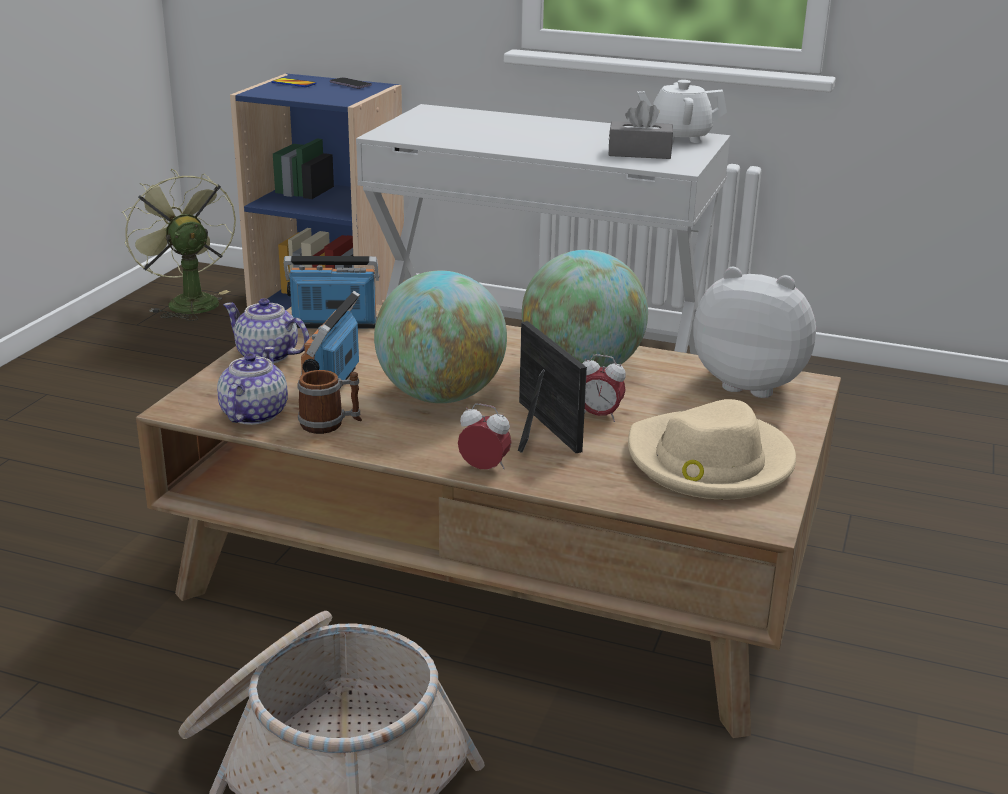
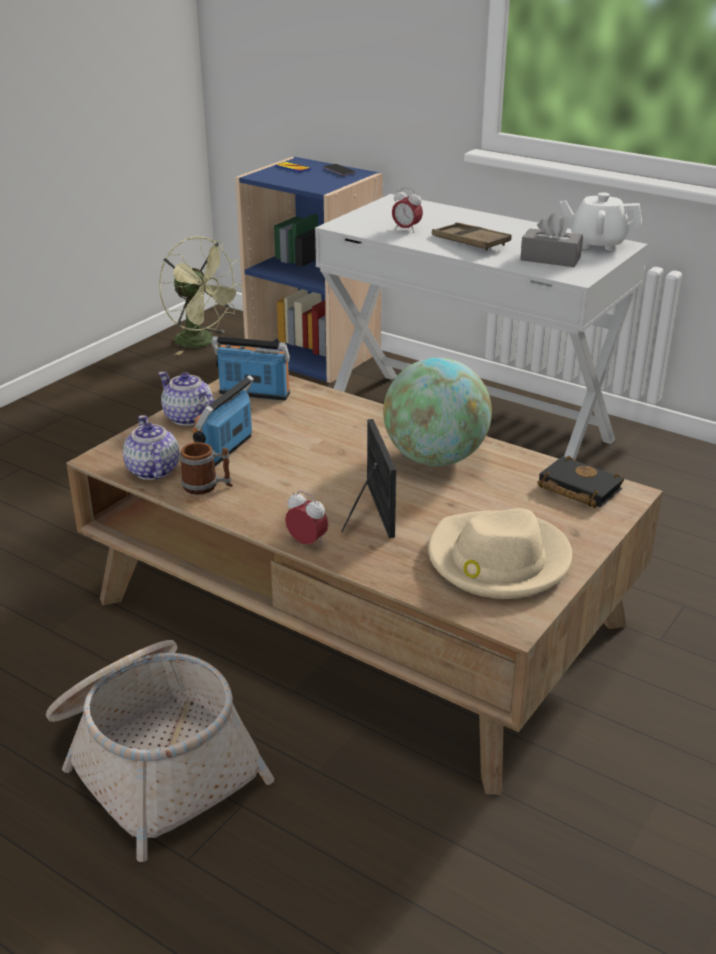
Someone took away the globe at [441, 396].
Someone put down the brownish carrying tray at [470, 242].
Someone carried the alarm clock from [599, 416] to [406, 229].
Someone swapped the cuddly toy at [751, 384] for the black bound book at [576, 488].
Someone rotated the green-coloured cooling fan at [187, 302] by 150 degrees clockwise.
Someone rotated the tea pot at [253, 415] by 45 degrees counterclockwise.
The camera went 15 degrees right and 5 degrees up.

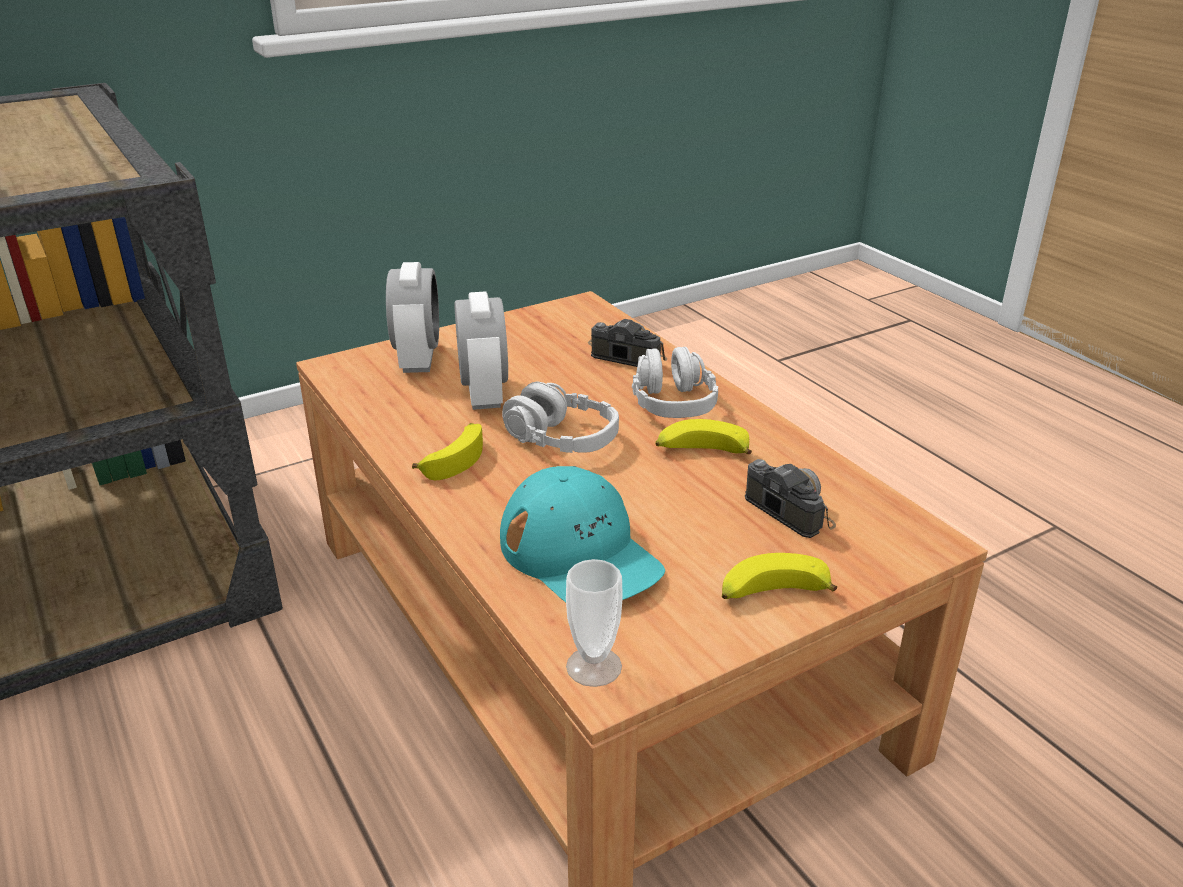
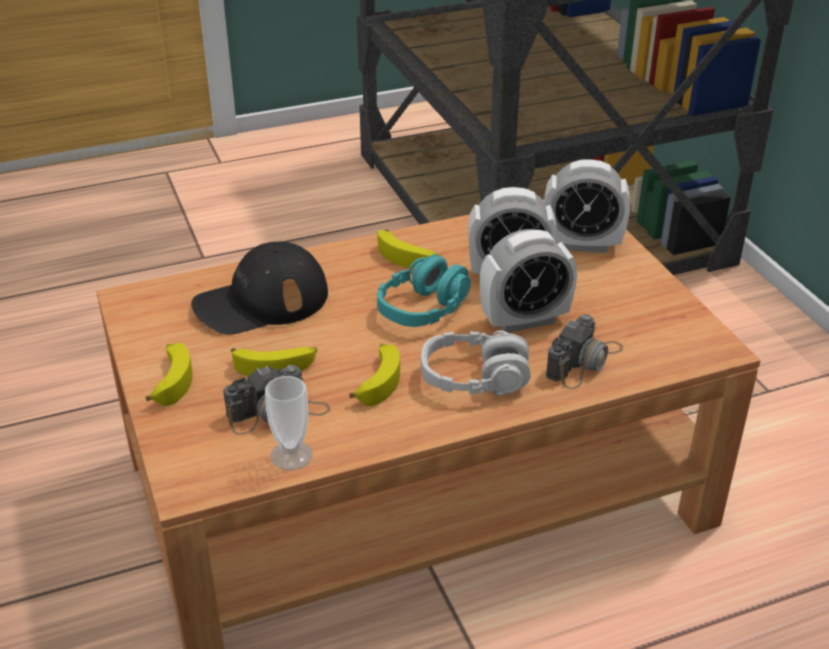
Someone put down the whole banana at [276, 365].
Someone put down the alarm clock at [524, 320].
Someone carried the cup from [594, 666] to [291, 455].
Someone repainted the turquoise baseball cap at [580, 553], which became the black baseball cap at [261, 302].
Someone repainted the greyish pair of headphones at [561, 438], which became the turquoise pair of headphones at [423, 308].
The camera went 100 degrees right and 5 degrees up.

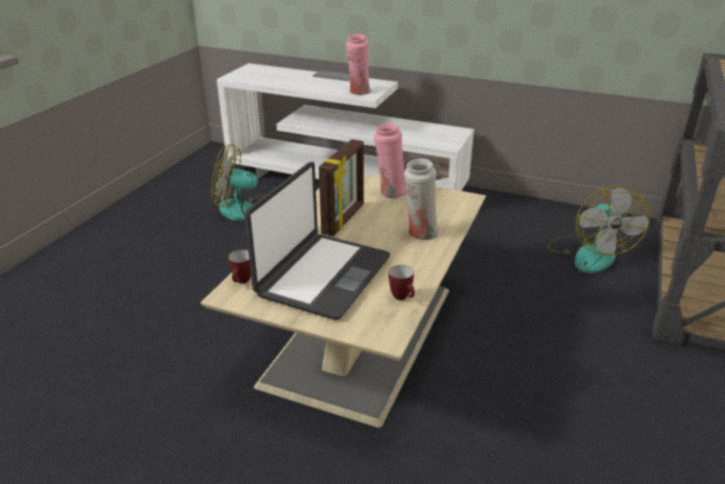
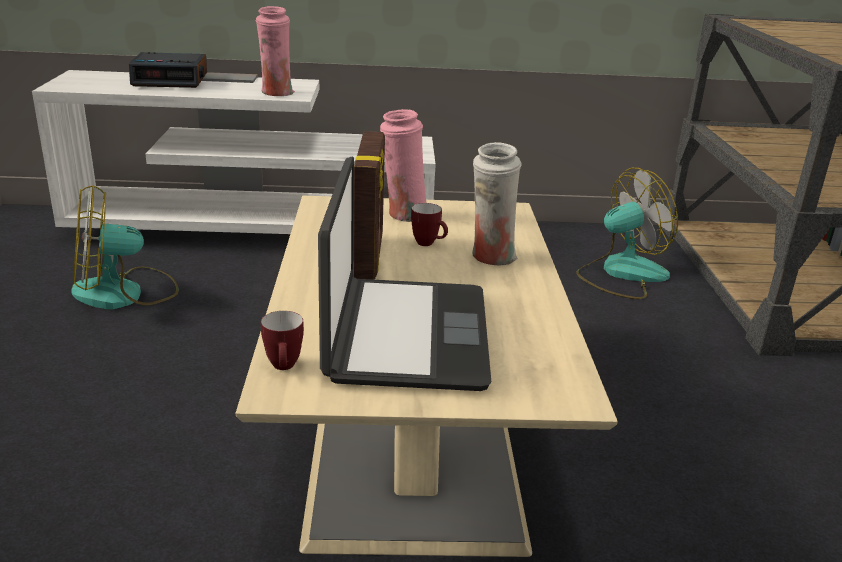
Someone put down the alarm clock at [171, 79].
Someone carried the tea mug from [403, 298] to [429, 244].
Someone rotated the cooling fan at [589, 253] by 90 degrees counterclockwise.
The camera went 25 degrees left and 5 degrees down.

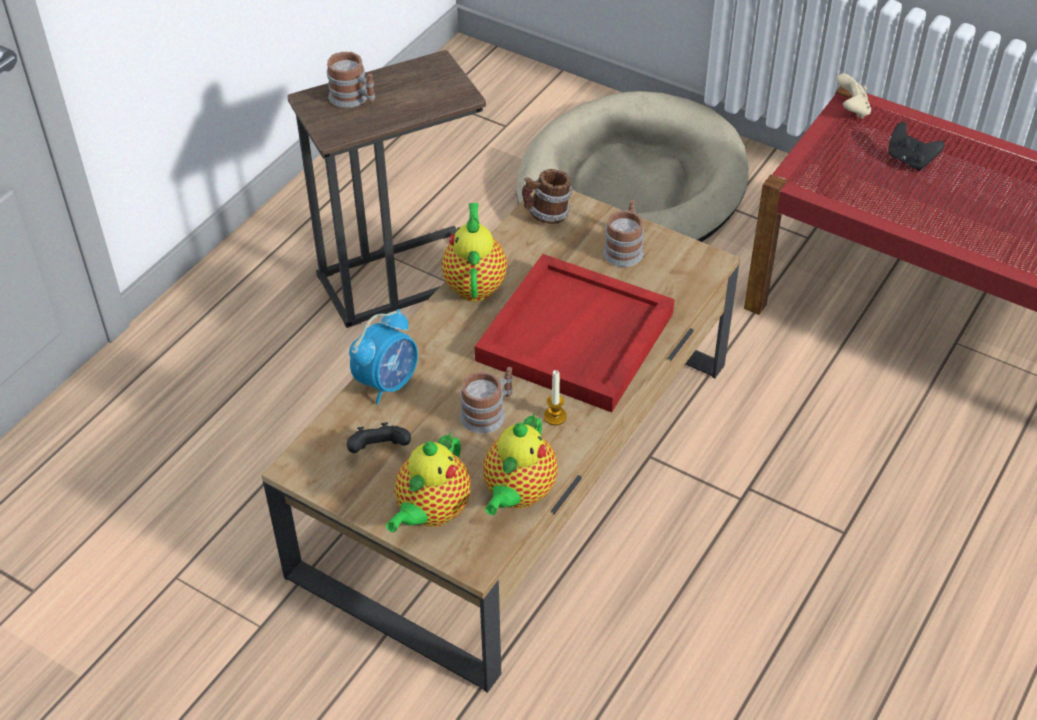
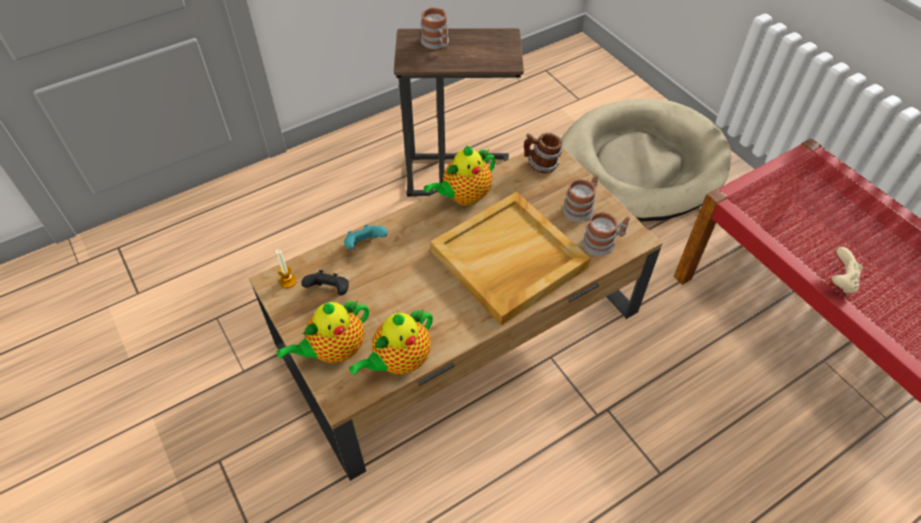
Someone took away the black game controller at [909, 160].
Someone carried the tea mug from [488, 413] to [603, 242].
Someone carried the wax candle from [555, 416] to [288, 281].
Someone carried the beige game controller from [851, 110] to [840, 281].
Someone swapped the alarm clock at [388, 382] for the turquoise game controller at [365, 245].
Someone repainted the red-coloured carrying tray at [576, 338], which became the beige carrying tray at [508, 260].
Someone rotated the tea pot at [475, 283] by 150 degrees counterclockwise.
The camera went 25 degrees right and 5 degrees up.

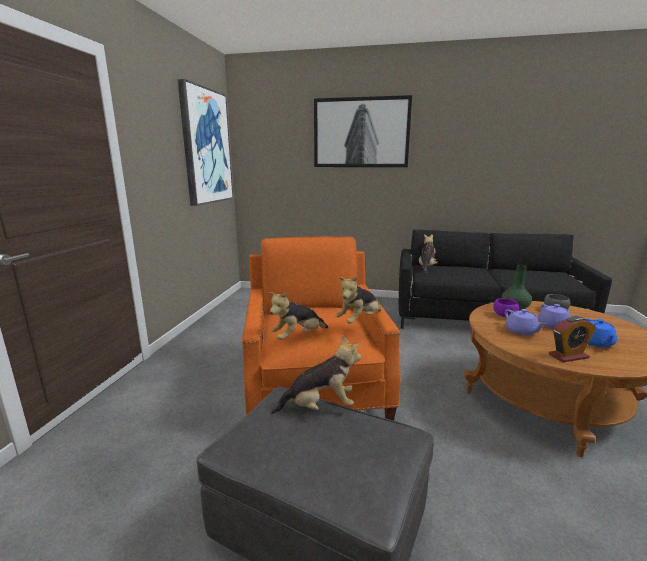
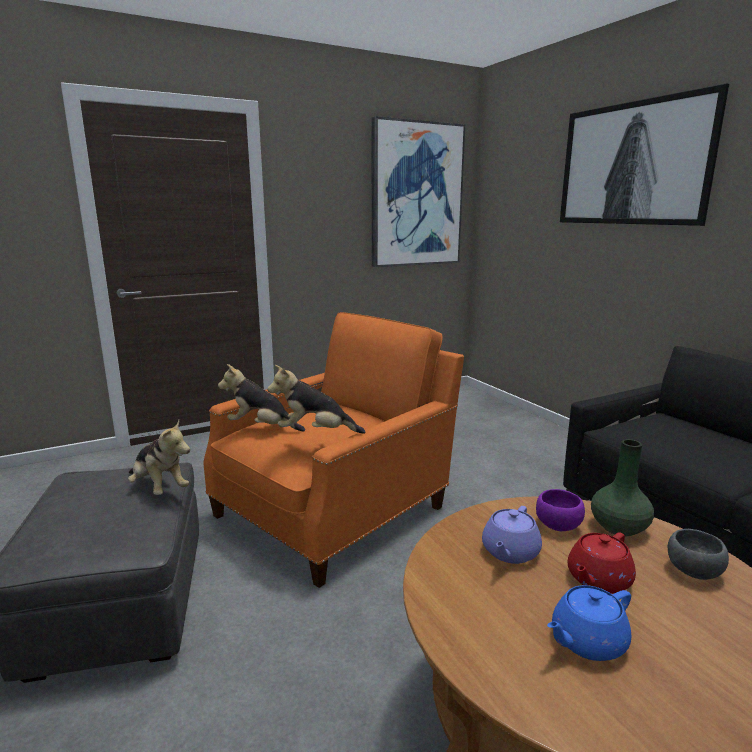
Someone took away the cuddly toy at [426, 267].
Someone took away the alarm clock at [568, 356].
Someone repainted the purplish tea pot at [553, 326], which became the red-coloured tea pot at [597, 580].
The camera went 50 degrees right and 0 degrees up.

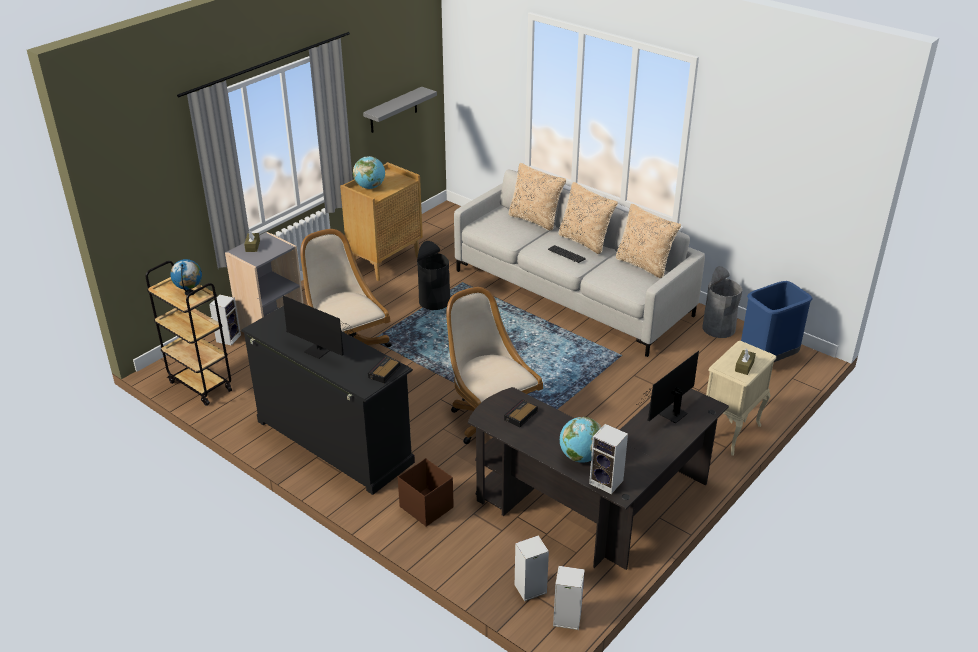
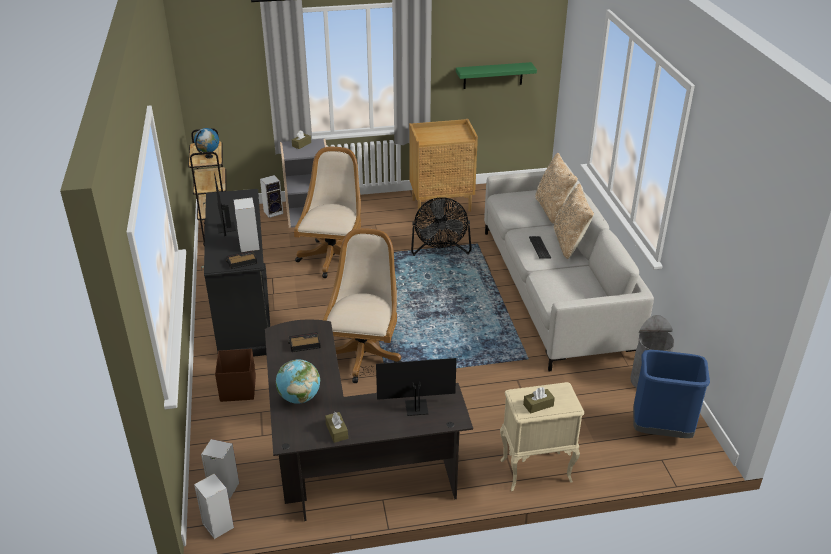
Someone took away the globe at [370, 187].
Someone took away the beige throw pillow at [643, 266].
Someone put down the brownish box of tissues at [337, 431].
Someone carried the speaker from [607, 482] to [250, 246].
Someone swapped the black rubbish bin at [434, 301] for the black cooling fan at [438, 248].
Someone repainted the greyish shelf at [393, 110], which became the green-coloured shelf at [493, 75].
The camera went 40 degrees right and 0 degrees up.

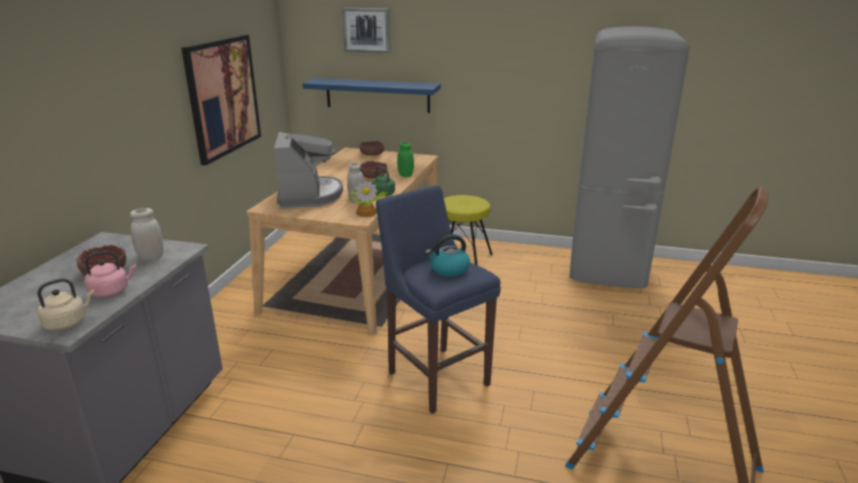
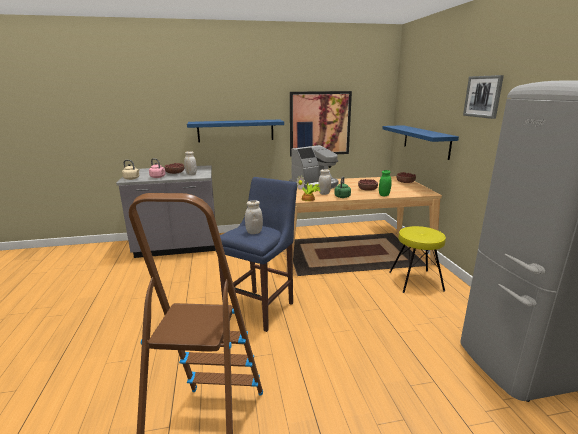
Someone put up the blue shelf at [235, 130].
Someone carried the wall picture from [366, 30] to [483, 96].
Someone swapped the kettle at [449, 270] for the white preserve jar at [254, 232].
The camera went 65 degrees right and 5 degrees down.

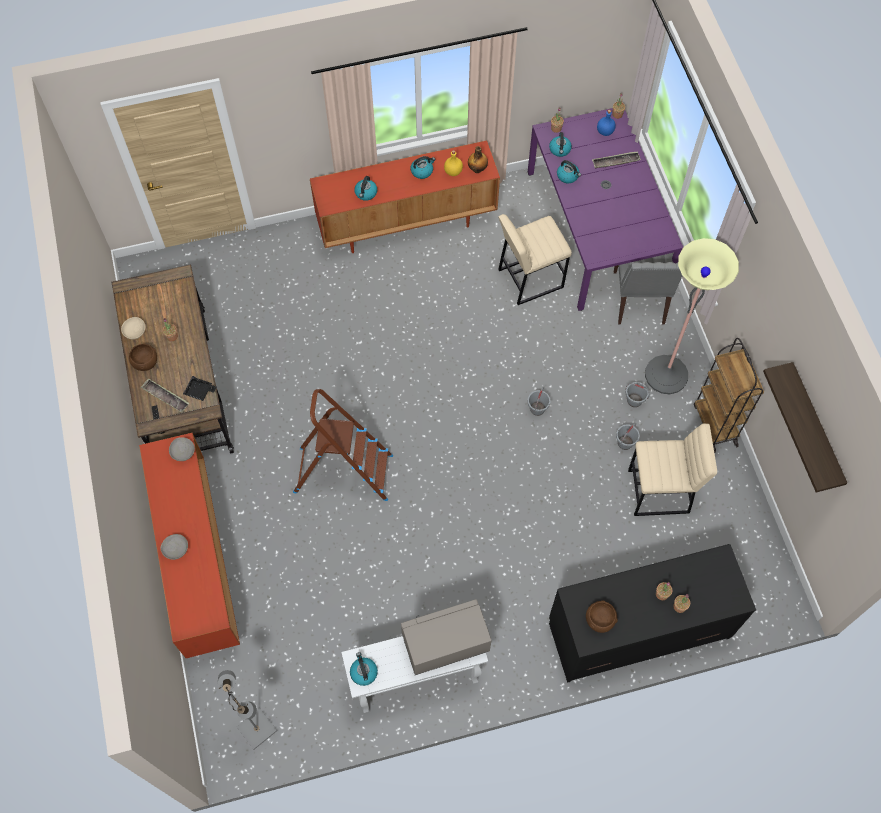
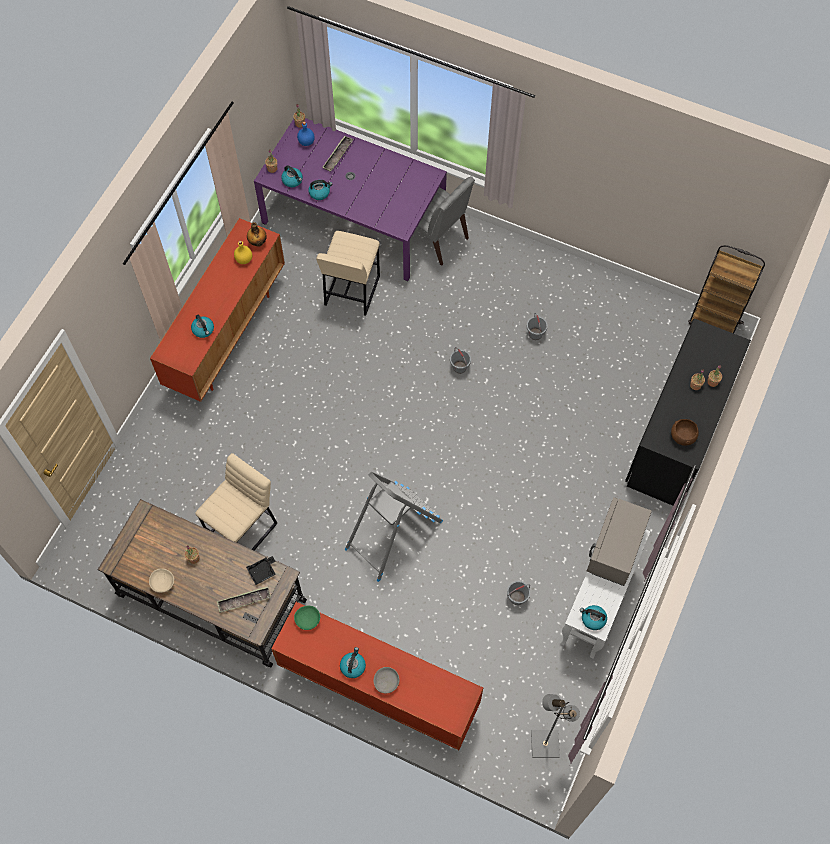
Someone took away the brownish serving bowl at [145, 362].
Someone took away the standard lamp at [666, 375].
Someone took away the shelf at [815, 427].
Someone carried the kettle from [422, 171] to [353, 666].
Someone carried the greyish pail from [634, 400] to [517, 598].
Someone carried the beige chair from [660, 491] to [243, 528].
Someone carried the brownish trolley from [715, 424] to [714, 323].
Someone repainted the greyish serving bowl at [183, 452], which became the green-coloured serving bowl at [307, 620].
Someone repainted the brownish stepladder at [344, 473], which became the greyish stepladder at [394, 534].
The camera went 50 degrees left and 0 degrees up.

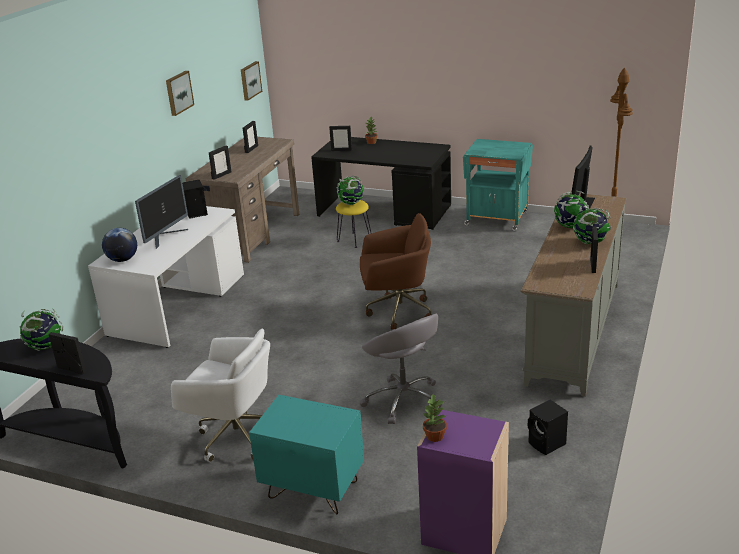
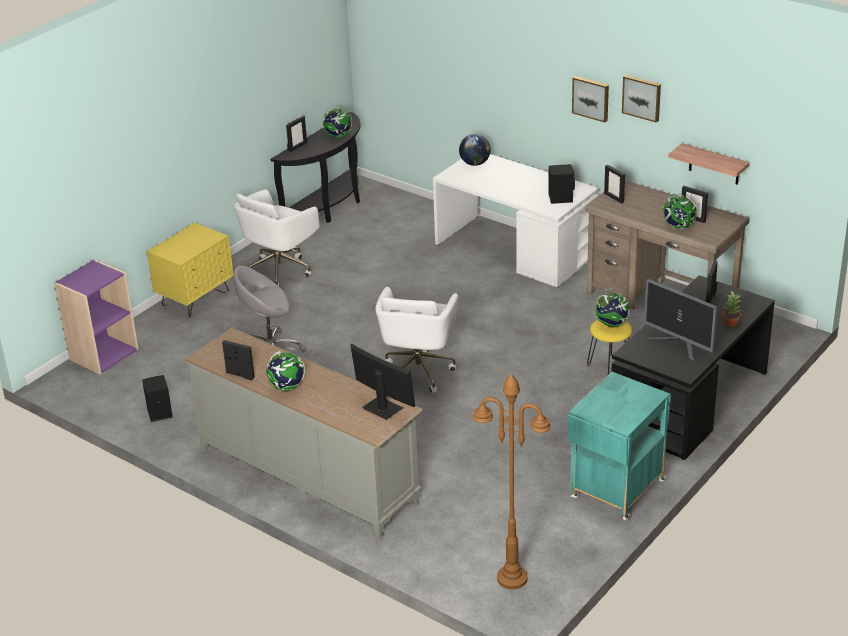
Someone took away the potted plant at [434, 436].
Someone put up the shelf at [714, 164].
Someone carried the computer screen from [166, 237] to [679, 345].
Someone carried the wall picture from [250, 80] to [591, 98].
Someone carried the globe from [570, 226] to [678, 227].
Someone repainted the turquoise nightstand at [312, 490], which became the yellowish nightstand at [196, 299].
Someone repainted the brownish office chair at [397, 312], which became the white office chair at [419, 371].
The camera went 105 degrees right and 5 degrees up.

